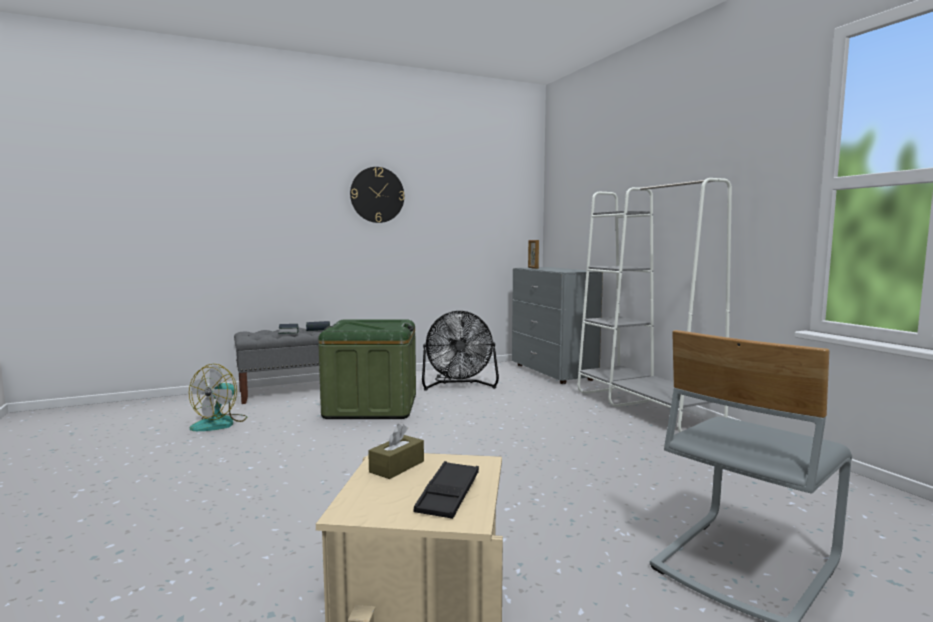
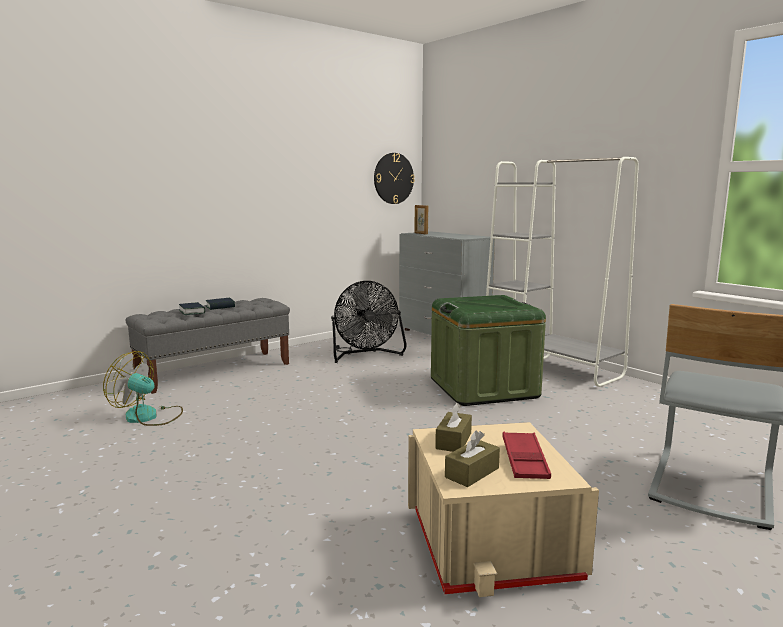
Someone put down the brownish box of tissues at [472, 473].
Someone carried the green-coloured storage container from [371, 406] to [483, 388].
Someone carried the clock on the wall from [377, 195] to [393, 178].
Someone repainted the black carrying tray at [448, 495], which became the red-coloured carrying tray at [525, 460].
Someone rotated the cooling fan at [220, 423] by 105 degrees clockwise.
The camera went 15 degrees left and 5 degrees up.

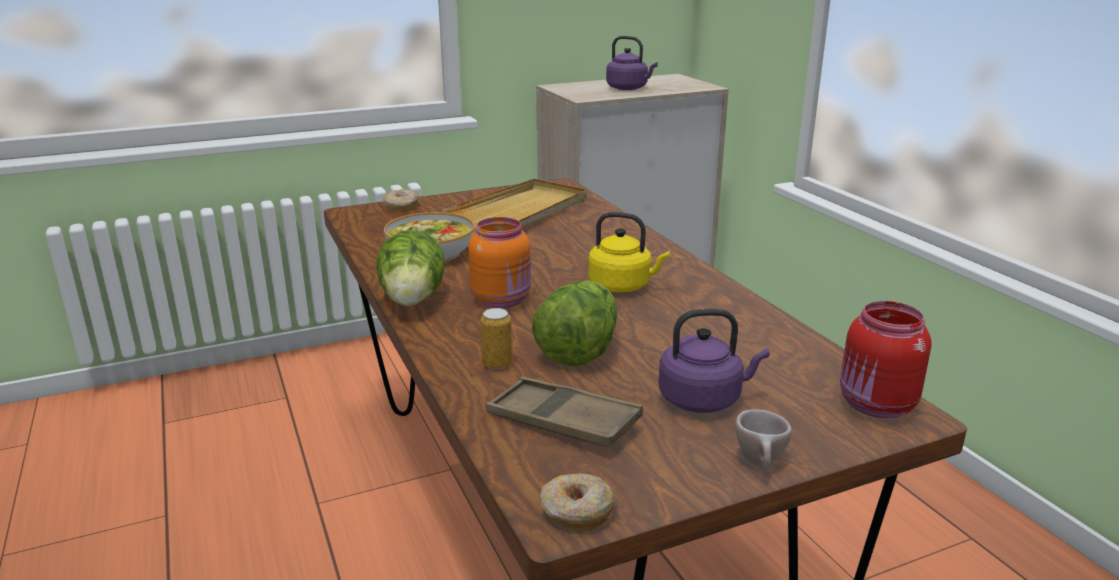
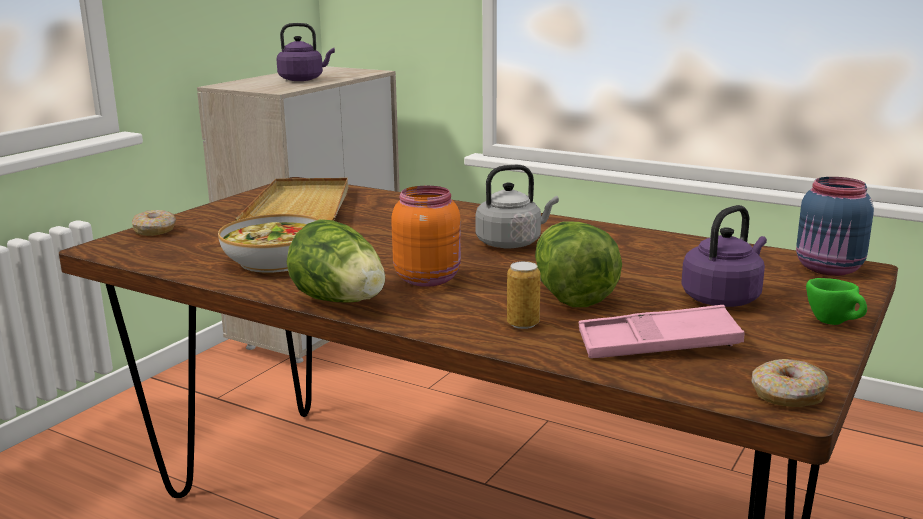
Someone repainted the brownish carrying tray at [562, 421], which became the pinkish carrying tray at [658, 344].
Someone repainted the yellowish kettle at [623, 286], which became the greyish kettle at [512, 243].
Someone repainted the beige cup at [761, 464], which became the green-coloured cup at [835, 323].
Someone repainted the red-coloured preserve jar at [876, 406], which became the blue preserve jar at [829, 269].
The camera went 35 degrees left and 5 degrees down.

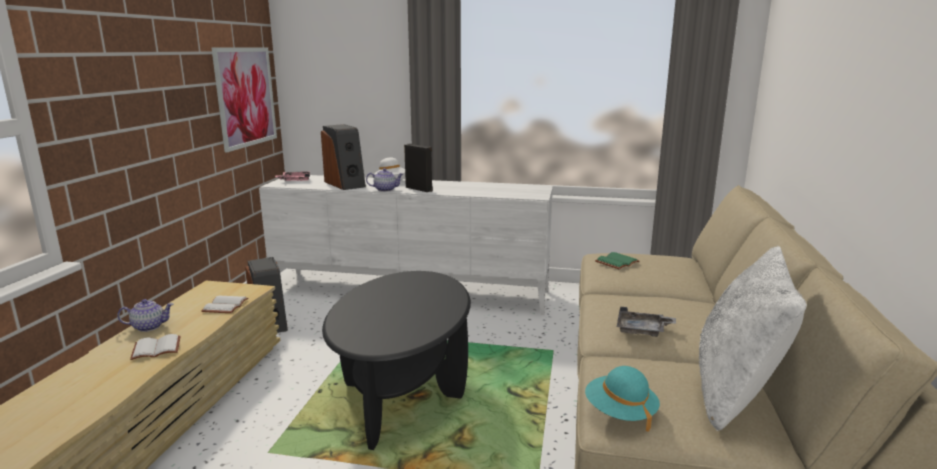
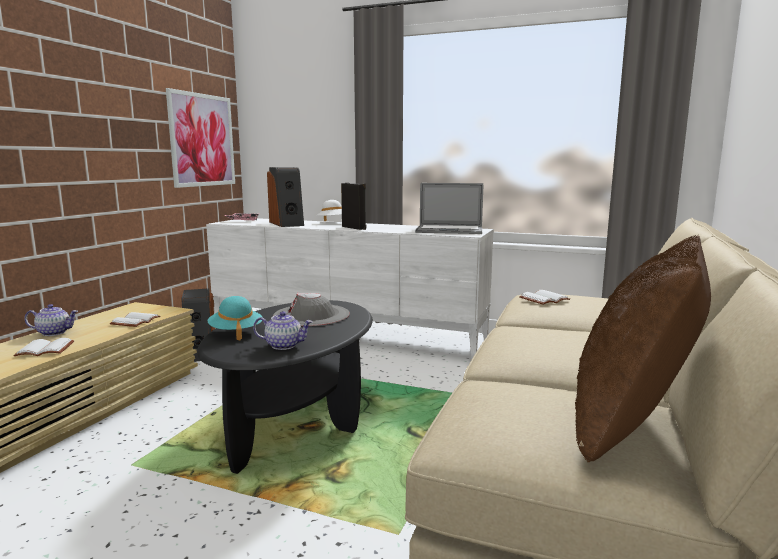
Someone took away the greyish carrying tray at [642, 330].
Someone put down the greyish clothing hat at [311, 315].
Someone put down the laptop at [449, 230].
Someone carried the tea pot from [385, 190] to [284, 345].
Someone carried the turquoise clothing hat from [620, 412] to [236, 332].
Someone repainted the green-coloured bound book at [617, 263], which became the white bound book at [544, 300].
Someone repainted the white throw pillow at [735, 399], which became the brownish throw pillow at [631, 431].
The camera went 10 degrees right and 5 degrees down.

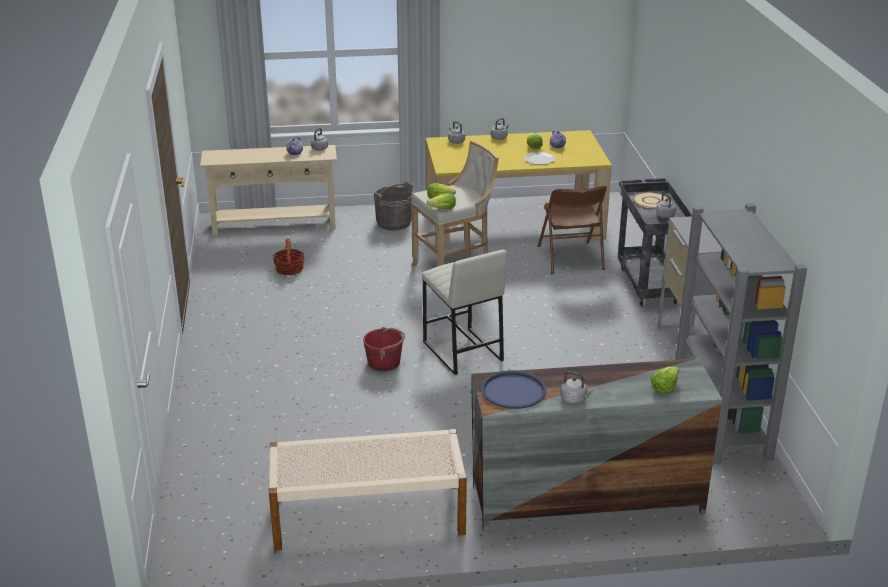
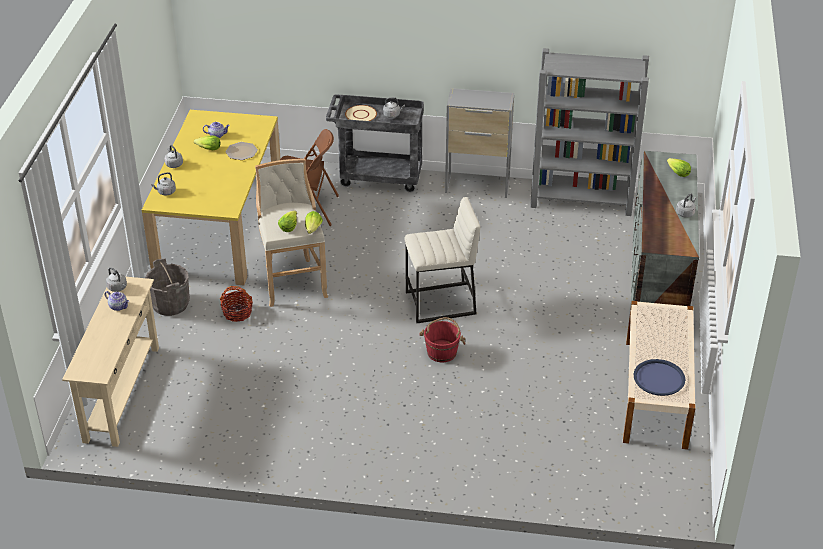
Someone carried the household basket from [289, 269] to [237, 313].
Someone carried the blue carrying tray from [513, 391] to [659, 378].
The camera went 75 degrees left and 10 degrees up.

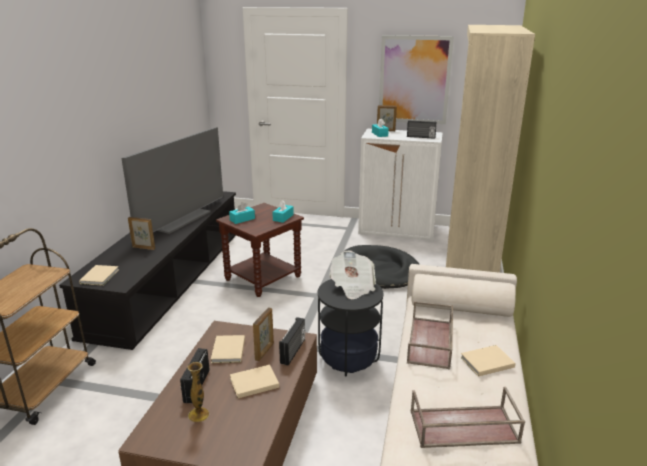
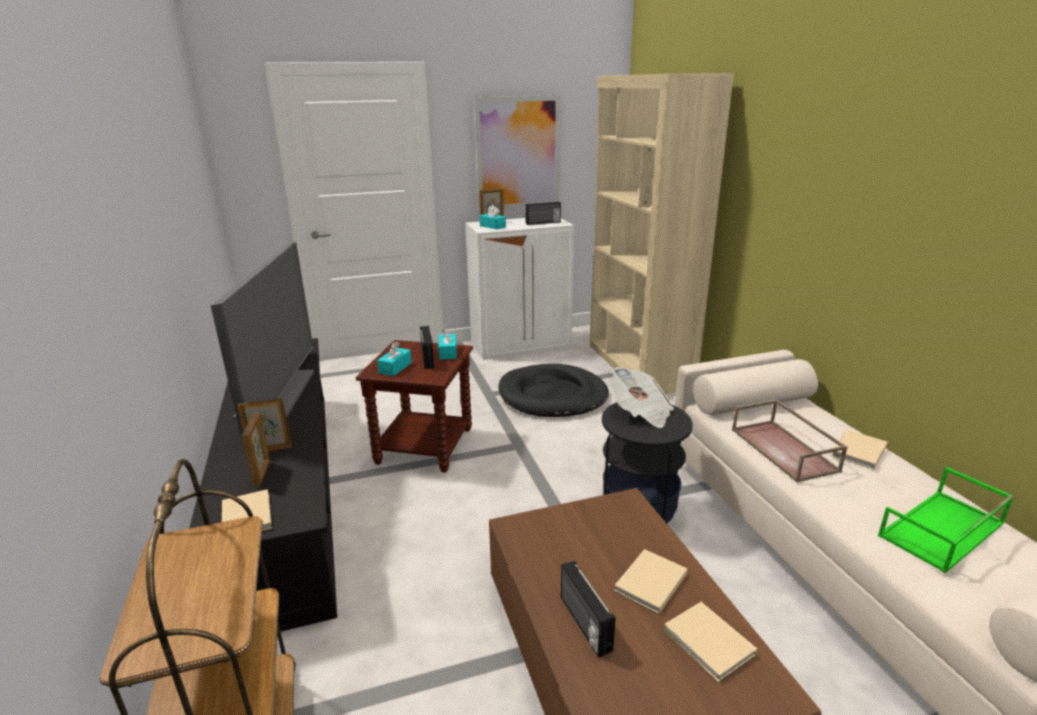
Someone took away the vase at [198, 415].
Someone carried the beige bound book from [227, 351] to [709, 644].
Someone carried the standing frame from [264, 352] to [262, 473].
Someone carried the radio from [293, 351] to [428, 358].
Someone repainted the brownish carrying tray at [462, 427], which became the green-coloured carrying tray at [942, 531].
The camera went 30 degrees left and 0 degrees up.

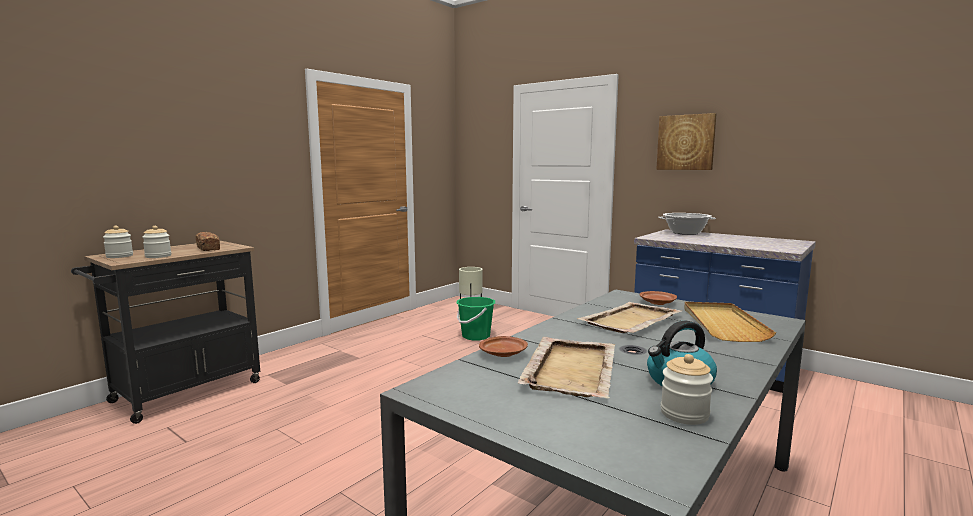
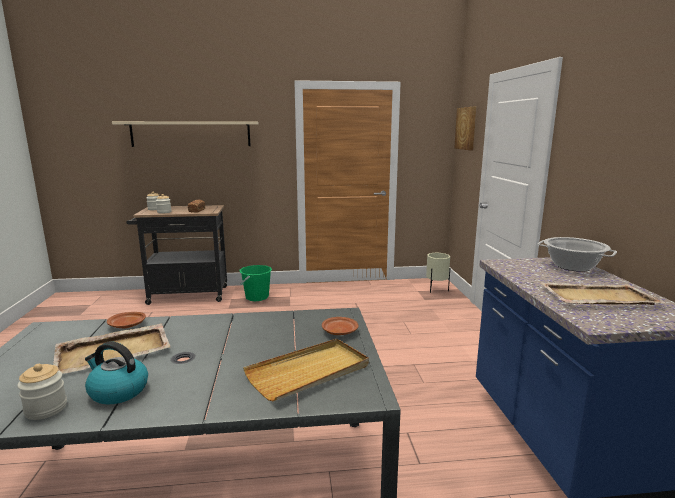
Someone put up the beige shelf at [191, 134].
Someone carried the green-coloured pail from [476, 336] to [257, 297].
Someone carried the beige carrying tray from [629, 320] to [597, 297].
Someone carried the wall picture from [686, 142] to [466, 128].
The camera went 45 degrees right and 5 degrees up.

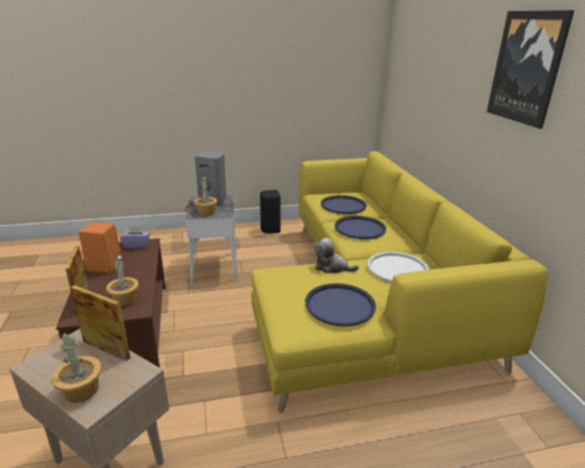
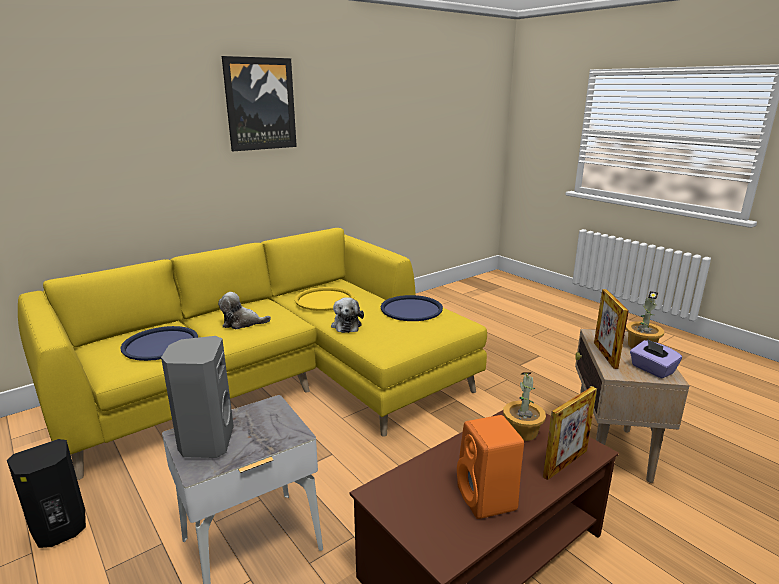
Someone took away the potted plant at [206, 212].
Someone carried the purplish box of tissues from [137, 245] to [652, 370].
Someone swapped the blue carrying tray at [360, 228] for the cuddly toy at [242, 323].
Someone repainted the white carrying tray at [397, 268], which became the yellowish carrying tray at [324, 300].
The camera went 115 degrees left and 5 degrees down.

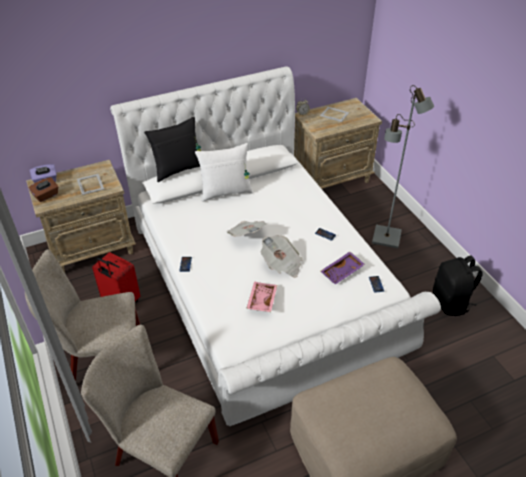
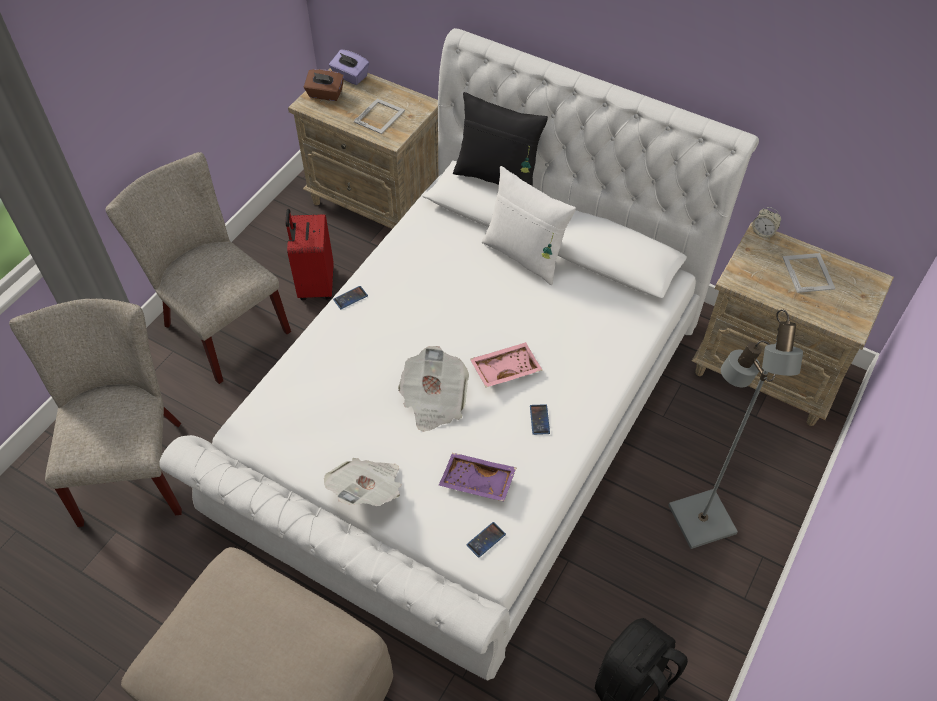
Someone carried the printed paper from [246, 235] to [368, 490].
Someone carried the pinkish carrying tray from [261, 300] to [505, 369].
The camera went 55 degrees right and 10 degrees up.

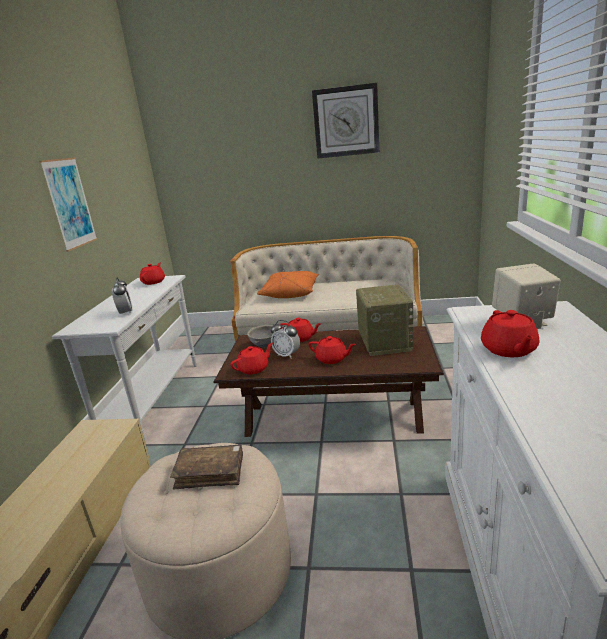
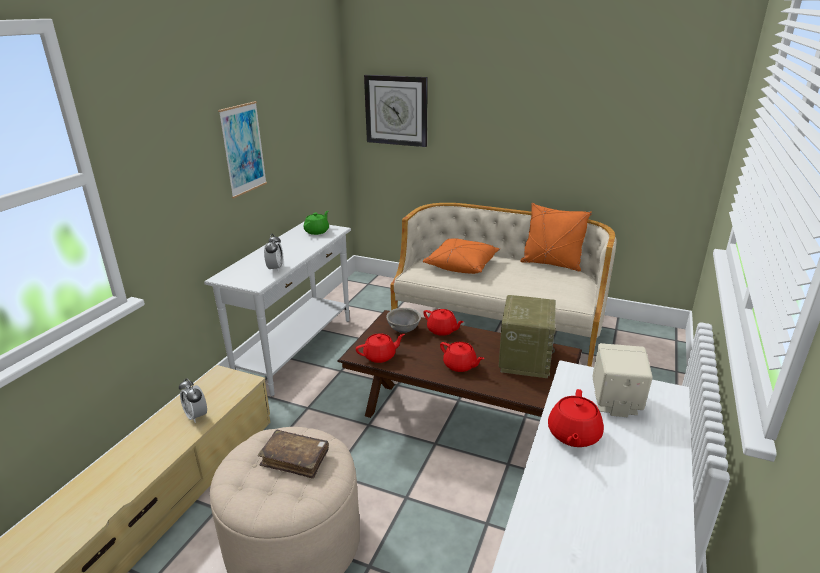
Someone put down the orangey throw pillow at [551, 264].
Someone carried the alarm clock from [287, 355] to [196, 416].
Someone carried the clock on the wall from [346, 121] to [396, 110].
Someone repainted the red-coloured tea pot at [154, 282], which became the green-coloured tea pot at [317, 231].
The camera went 15 degrees right and 5 degrees up.

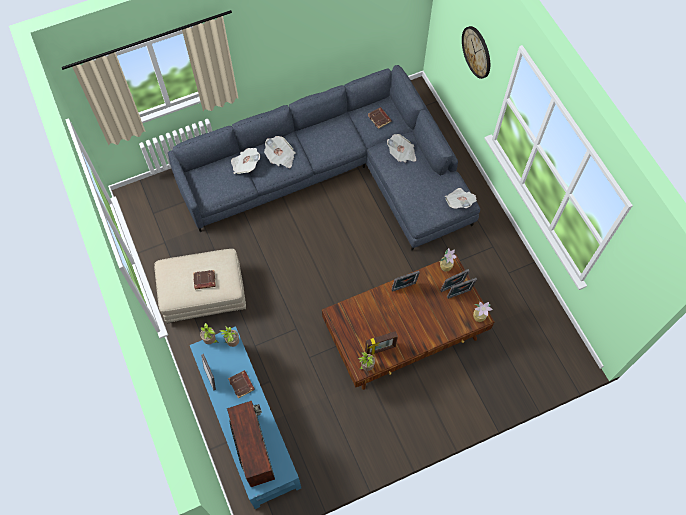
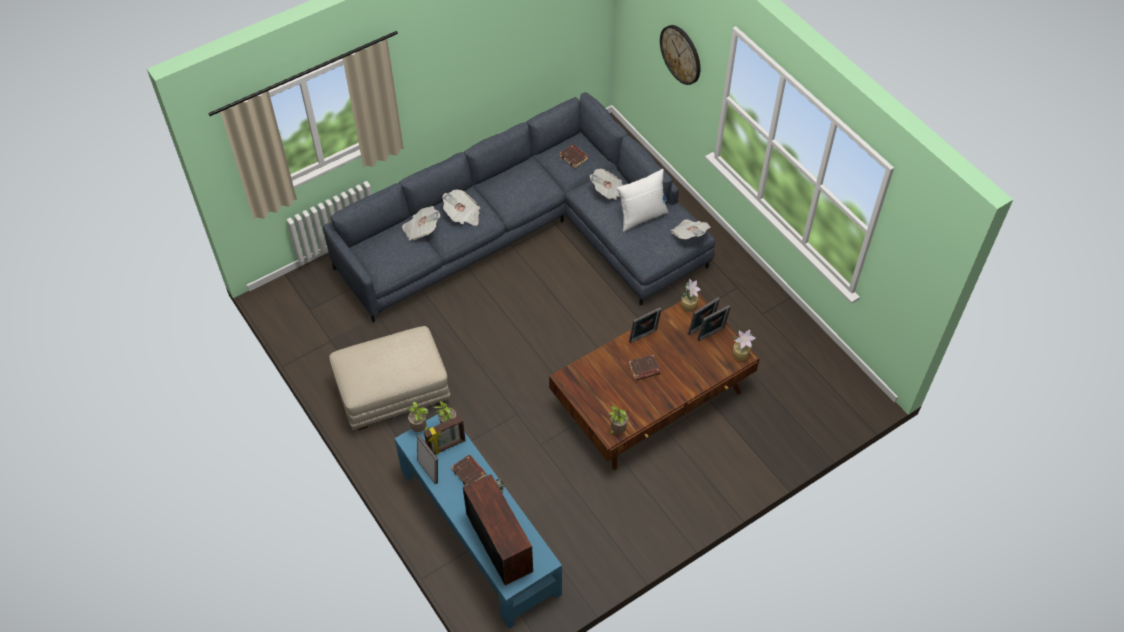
Someone put down the white throw pillow at [641, 217].
Someone carried the brownish bound book from [204, 281] to [644, 369].
Someone carried the standing frame from [380, 349] to [446, 446].
The camera went 10 degrees left and 10 degrees down.

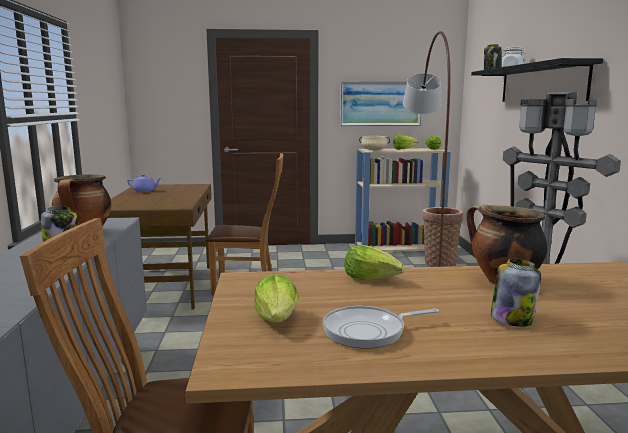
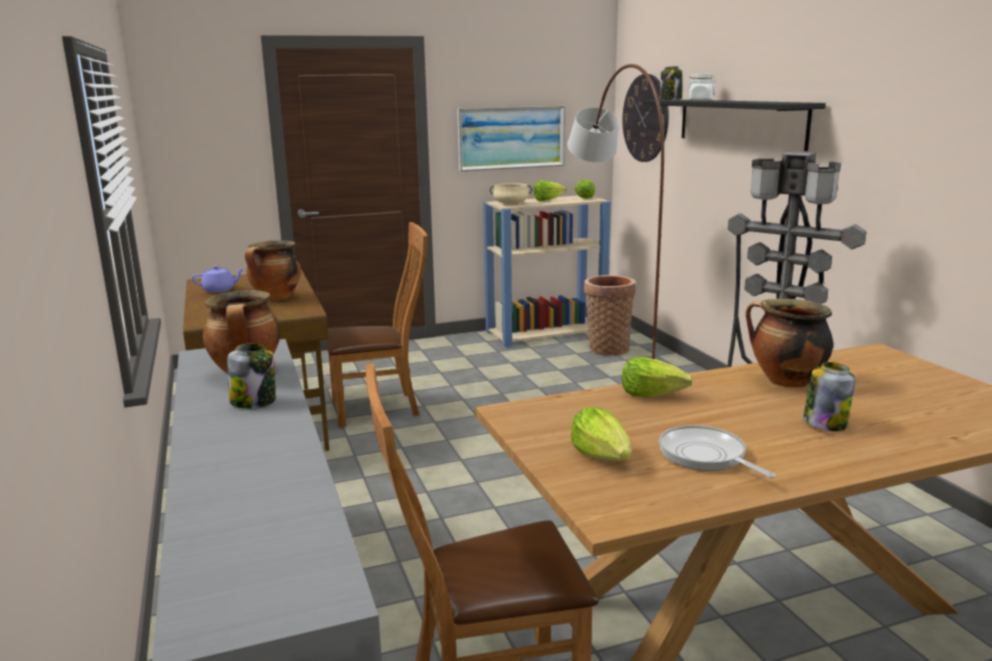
Someone put down the stockpot at [276, 298].
Someone put up the clock on the wall at [645, 118].
Someone rotated the pan at [368, 331] by 90 degrees clockwise.
The camera went 15 degrees left and 5 degrees up.

